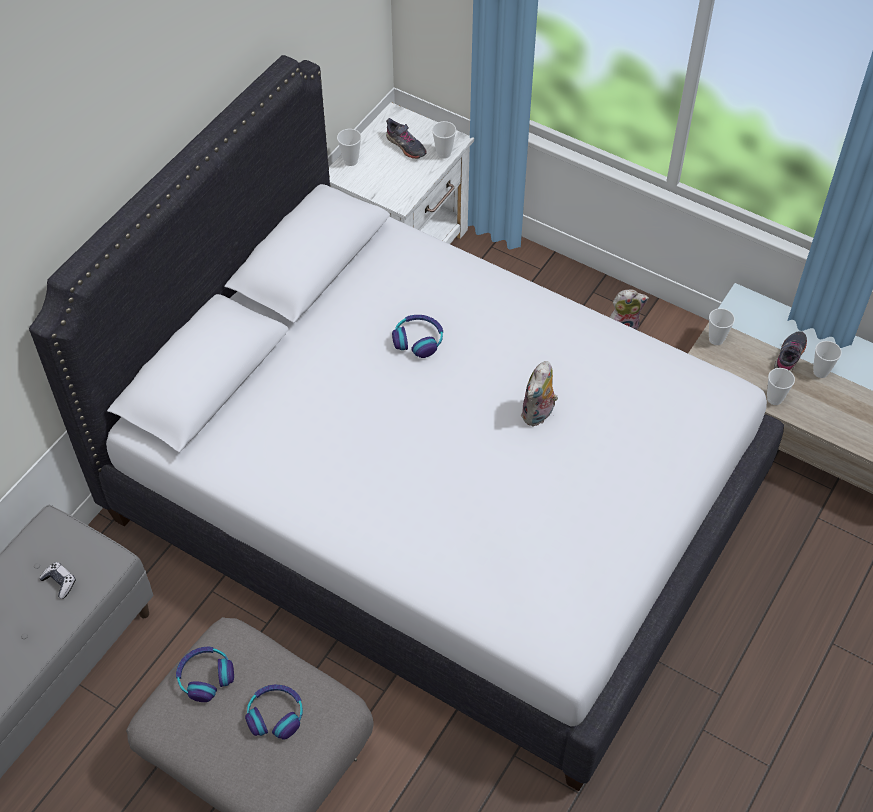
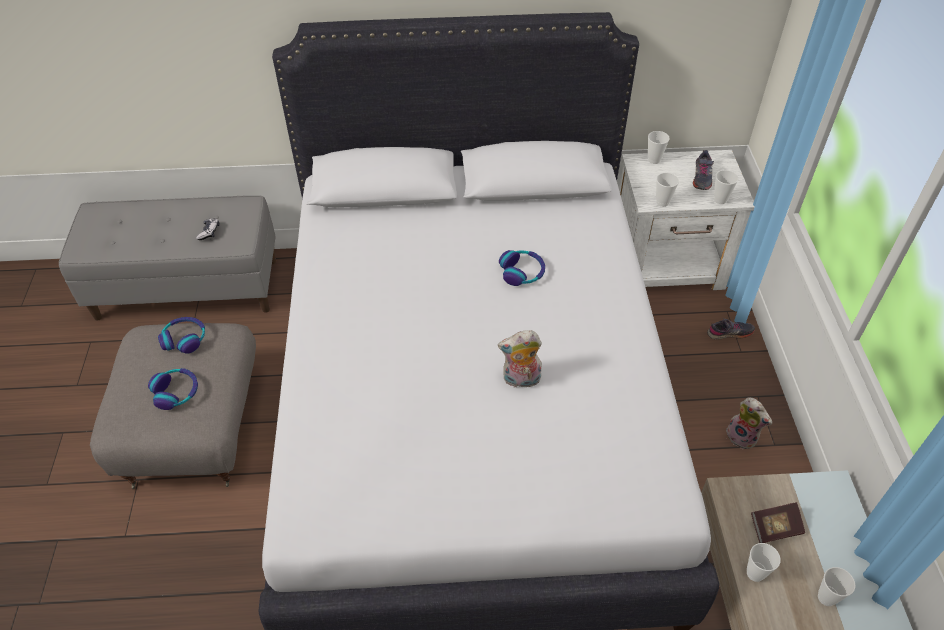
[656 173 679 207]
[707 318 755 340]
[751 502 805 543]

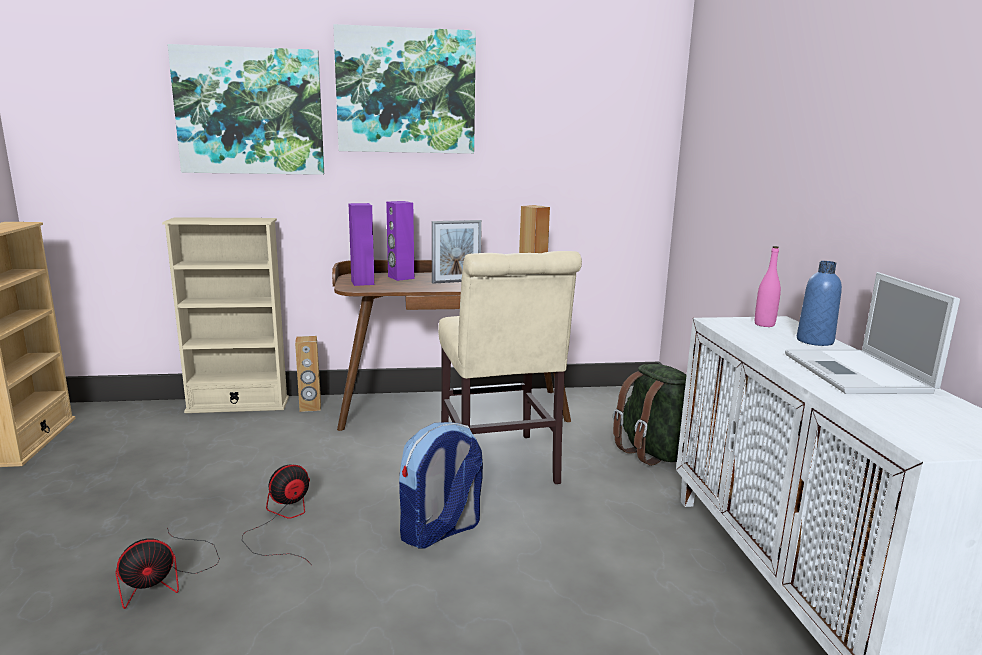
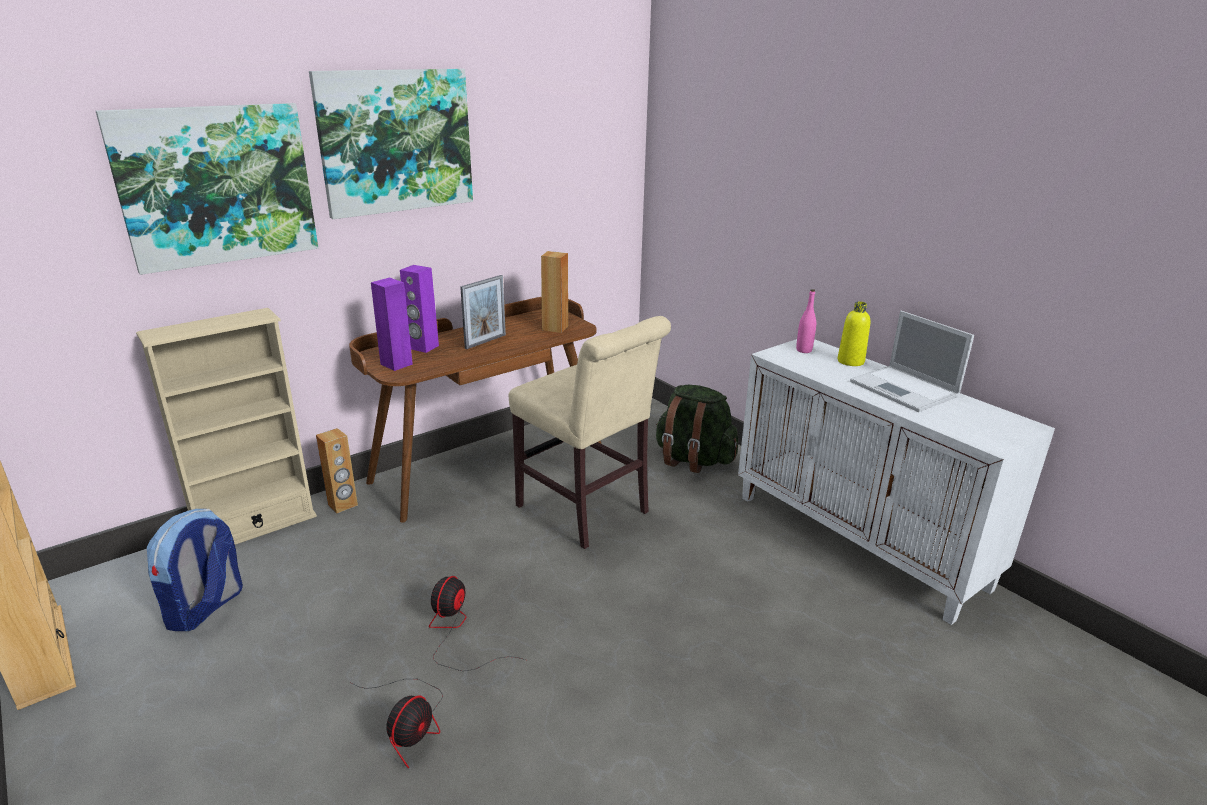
[147 509 243 631]
[838 301 870 366]

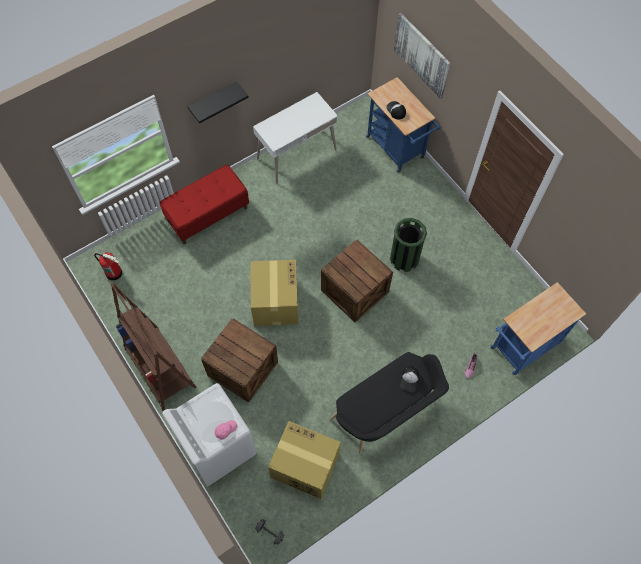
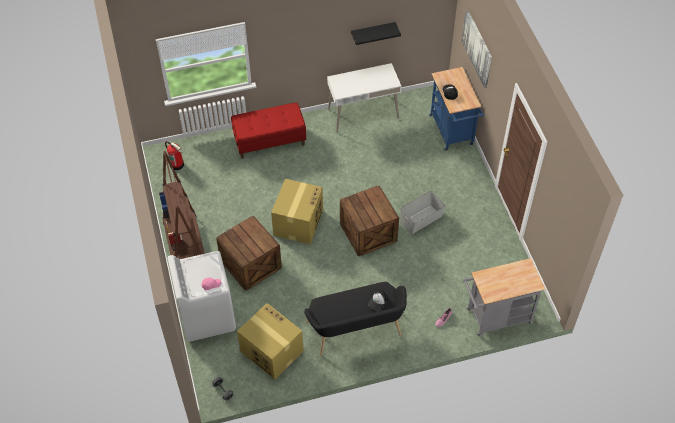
[351 22 401 45]
[400 191 445 234]
[463 258 545 337]

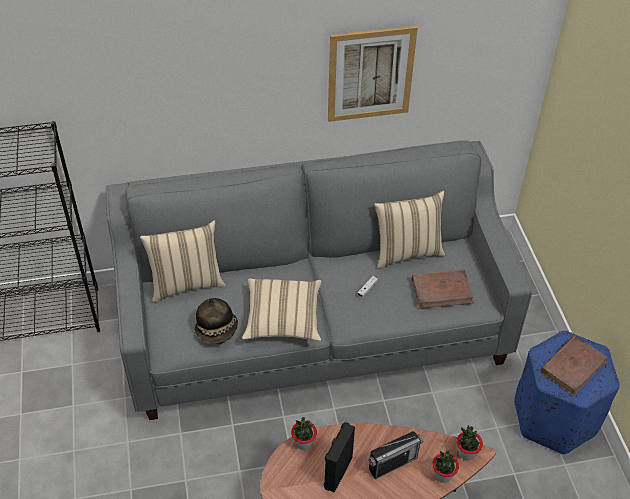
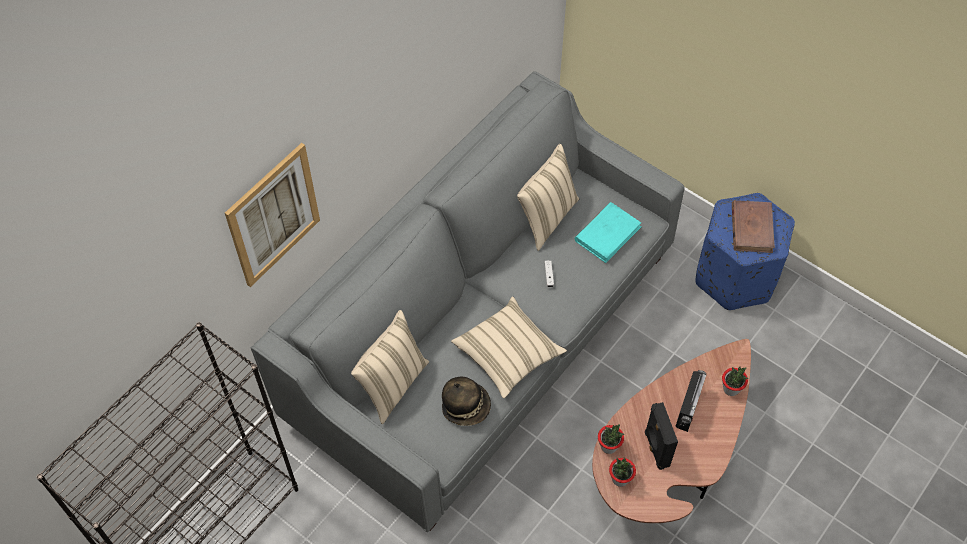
[225 143 320 287]
[575 202 641 263]
[609 457 636 487]

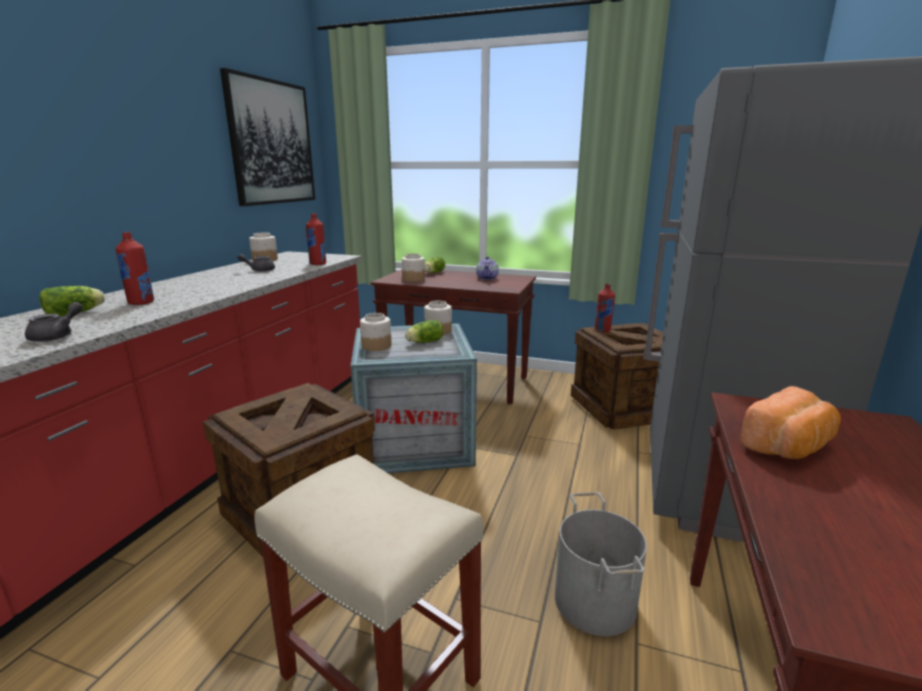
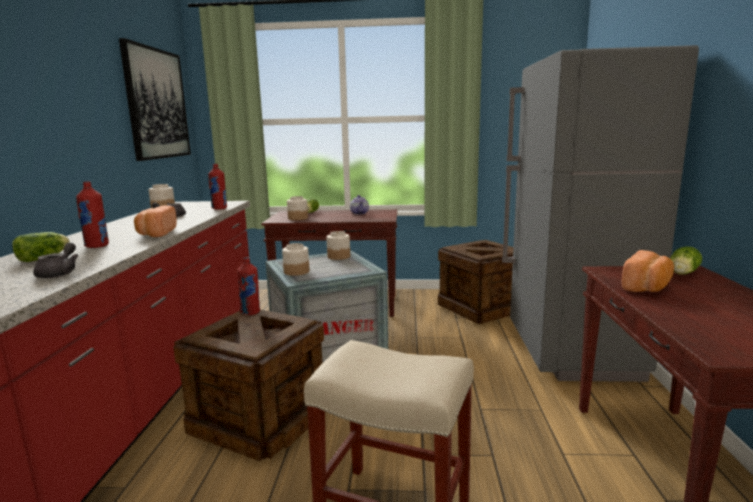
[134 205 177 237]
[237 257 260 315]
[670 246 702 274]
[555 492 647 636] (first image)

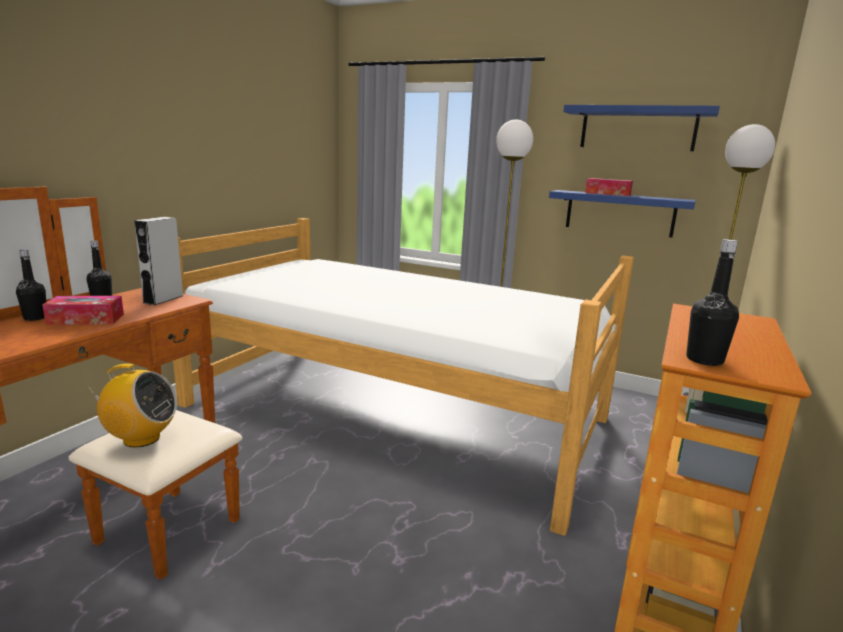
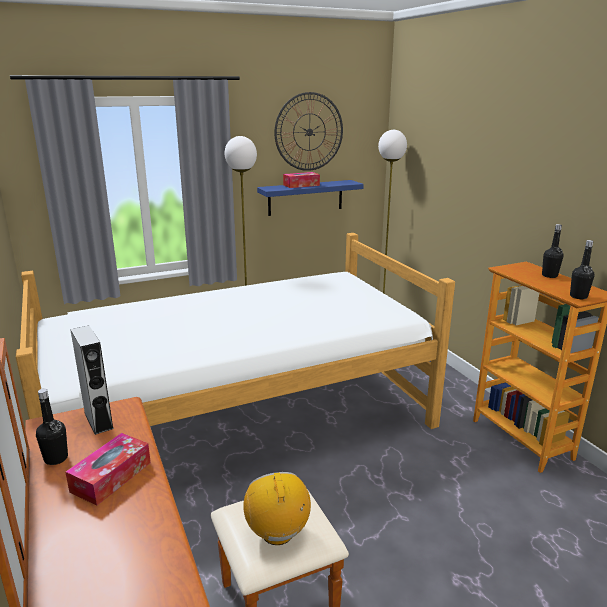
[243 472 311 545]
[274 92 343 171]
[542 224 563 278]

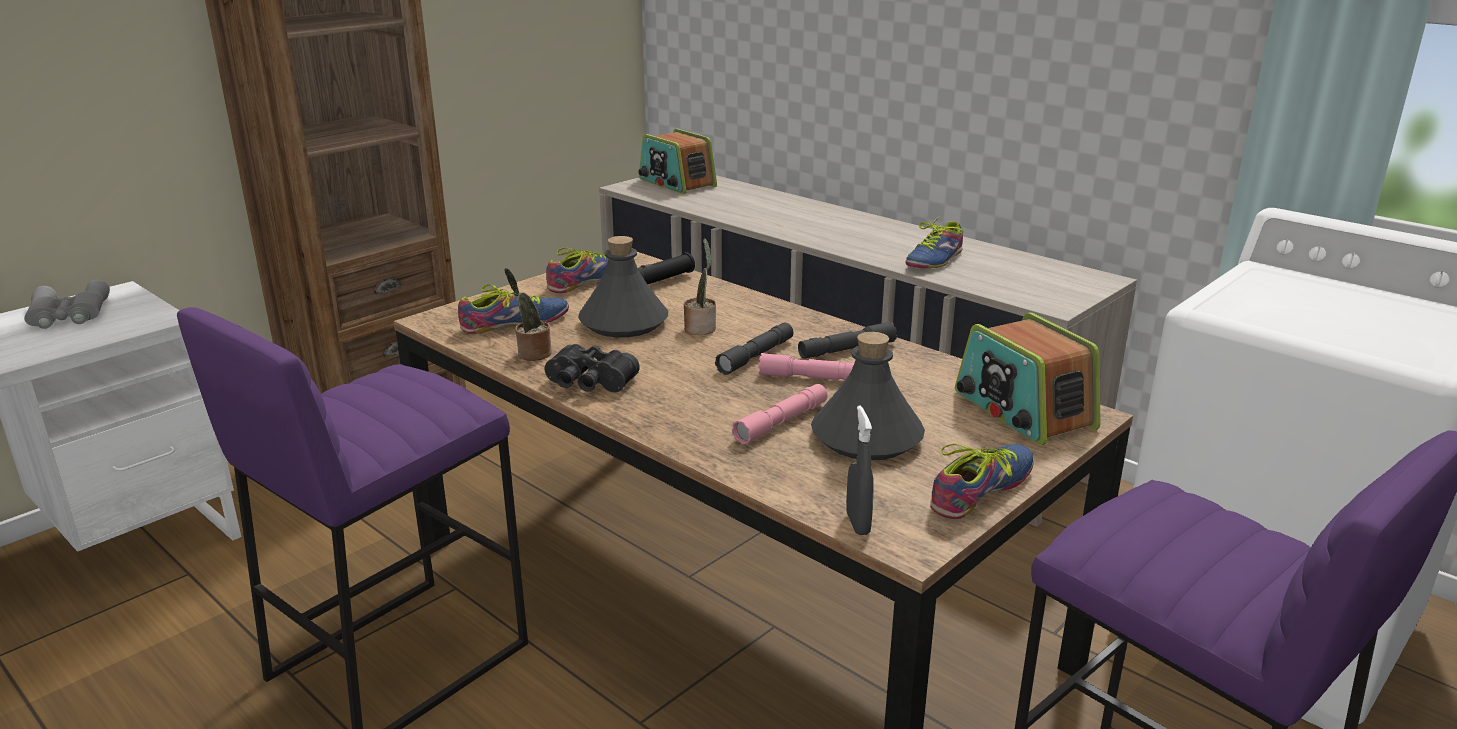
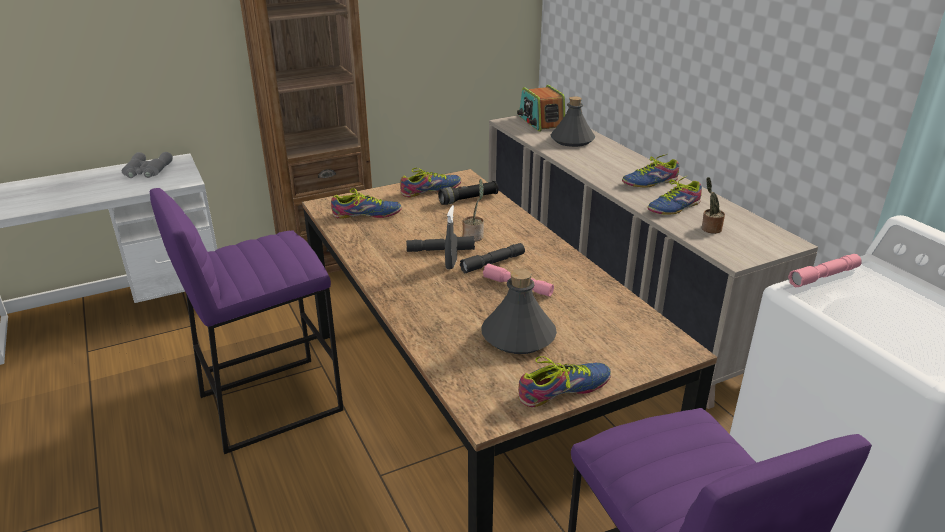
[406 236 475 252]
[445 205 457 270]
[551 96 595 147]
[622 154 679 187]
[701 177 725 234]
[788 254 862 287]
[545 344 640 392] (first image)
[955 312 1101 445] (first image)

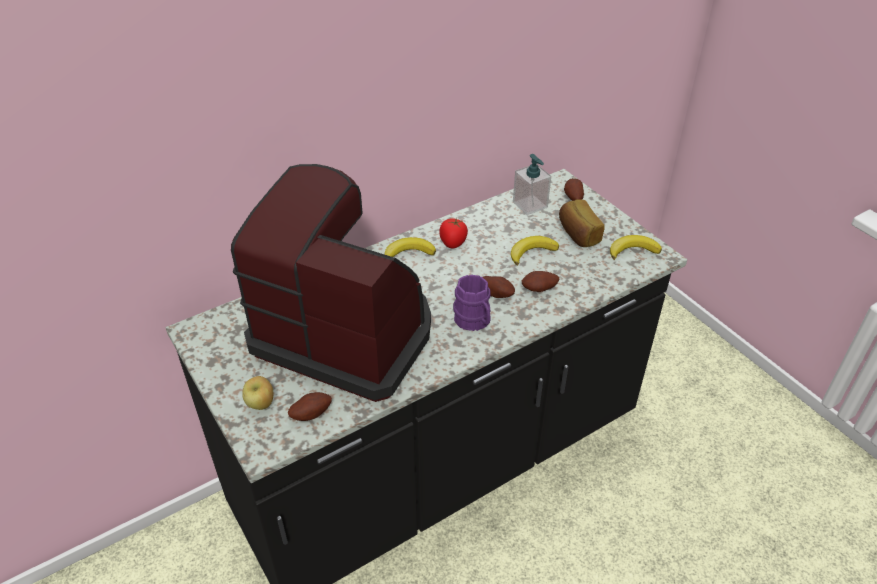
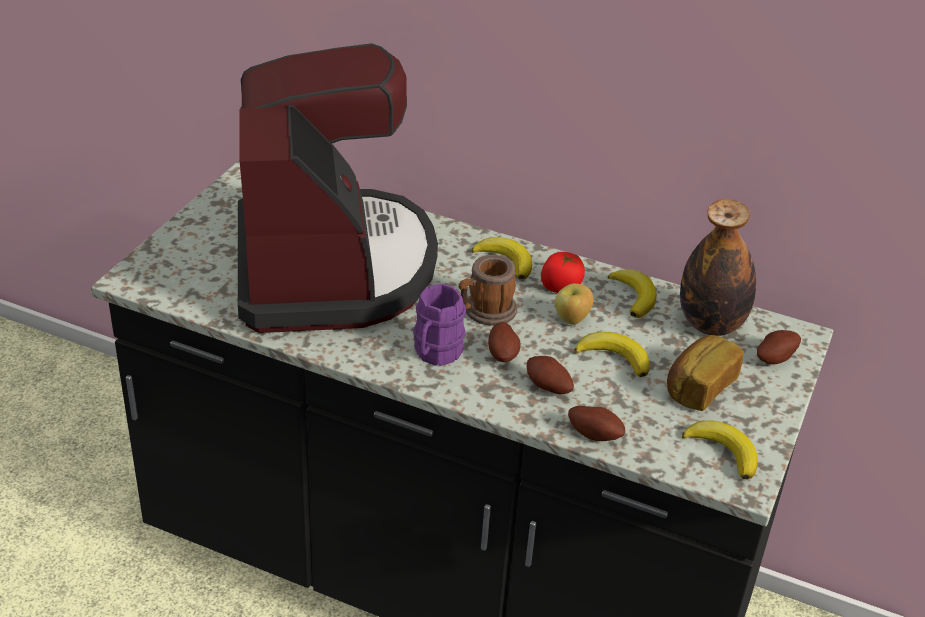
[459 255 517 326]
[555 283 593 325]
[568 406 625 441]
[608 269 657 318]
[680 199 756 336]

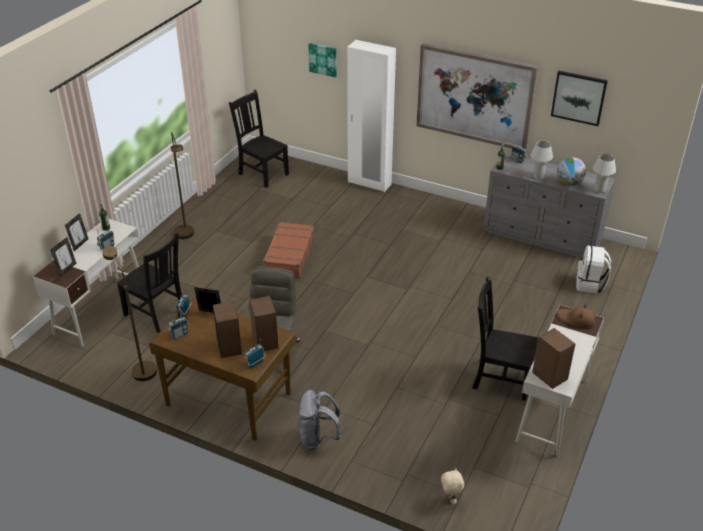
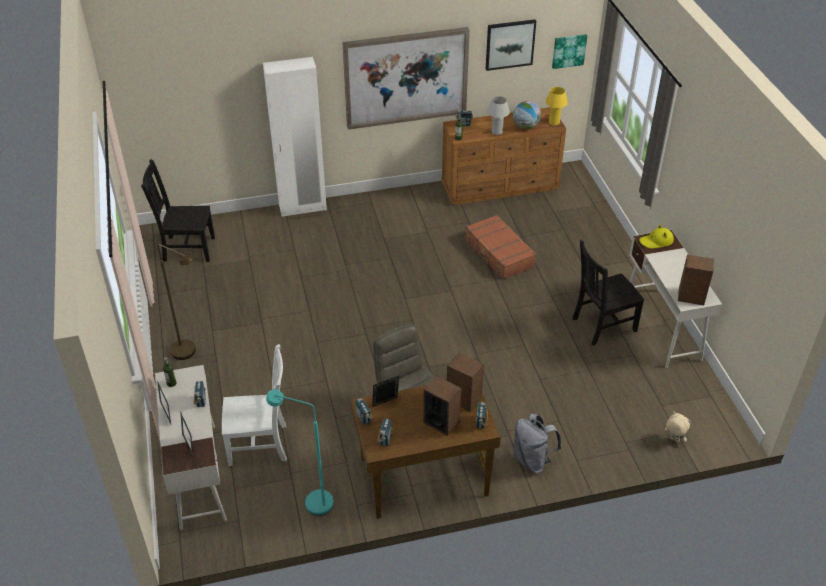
[222 344 287 466]
[266 389 334 516]
[442 107 566 205]
[465 215 536 280]
[545 87 568 125]
[552 34 587 69]
[639 225 674 249]
[576 245 611 294] (first image)

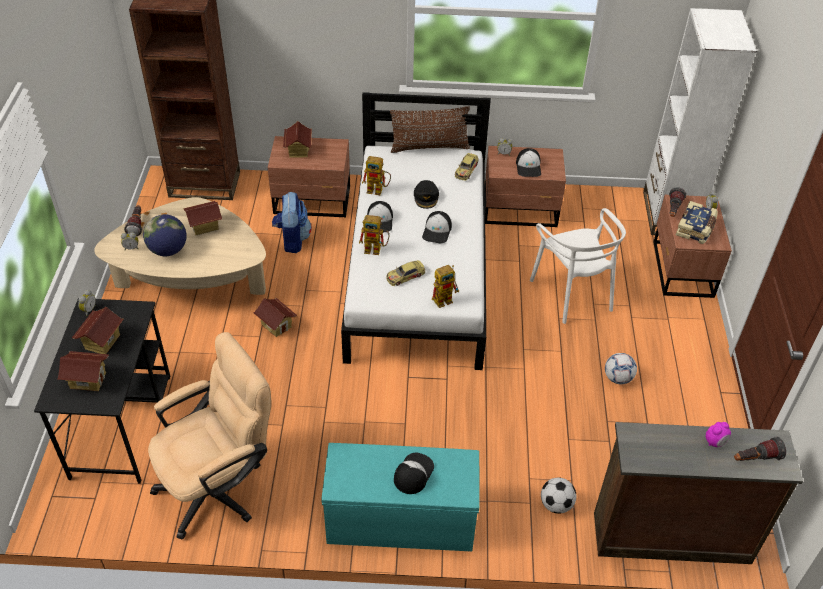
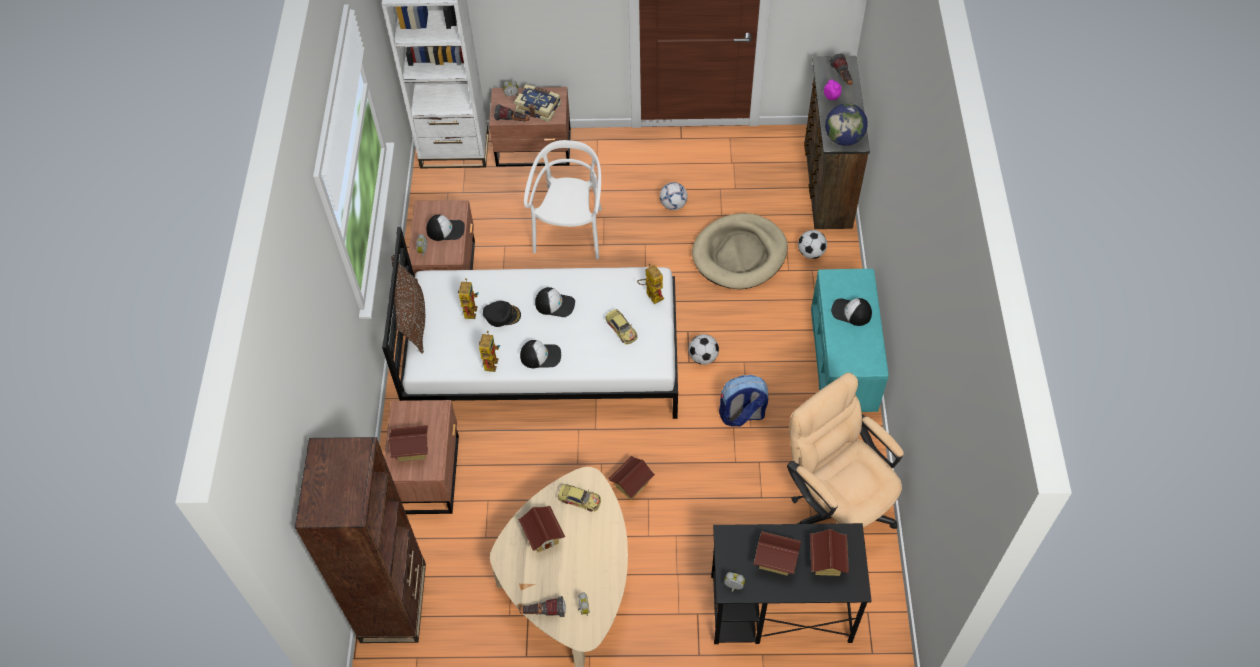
[458 278 479 319]
[524 140 602 260]
[558 484 601 512]
[689 334 719 365]
[692 213 788 289]
[719 375 768 427]
[825 103 868 146]

